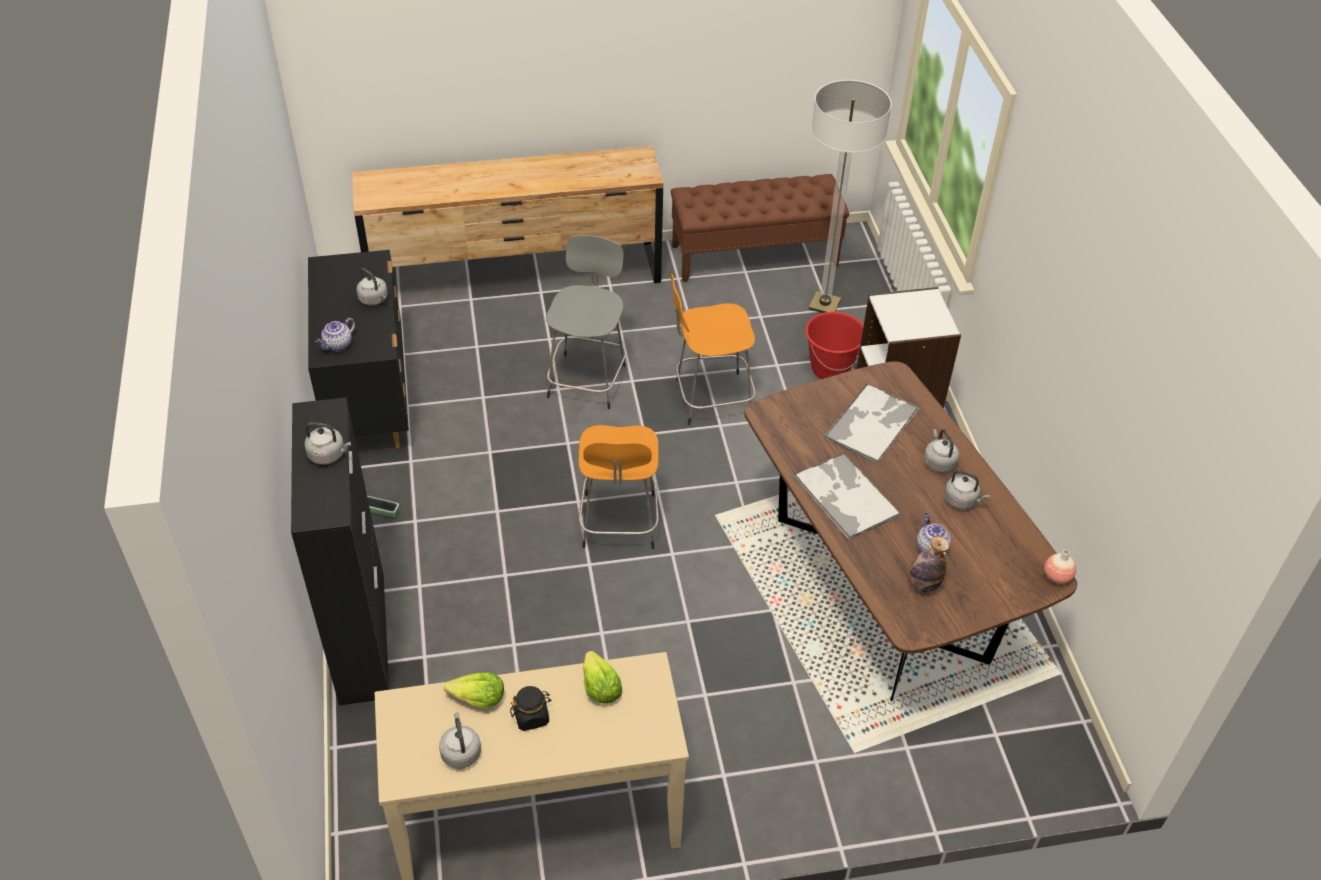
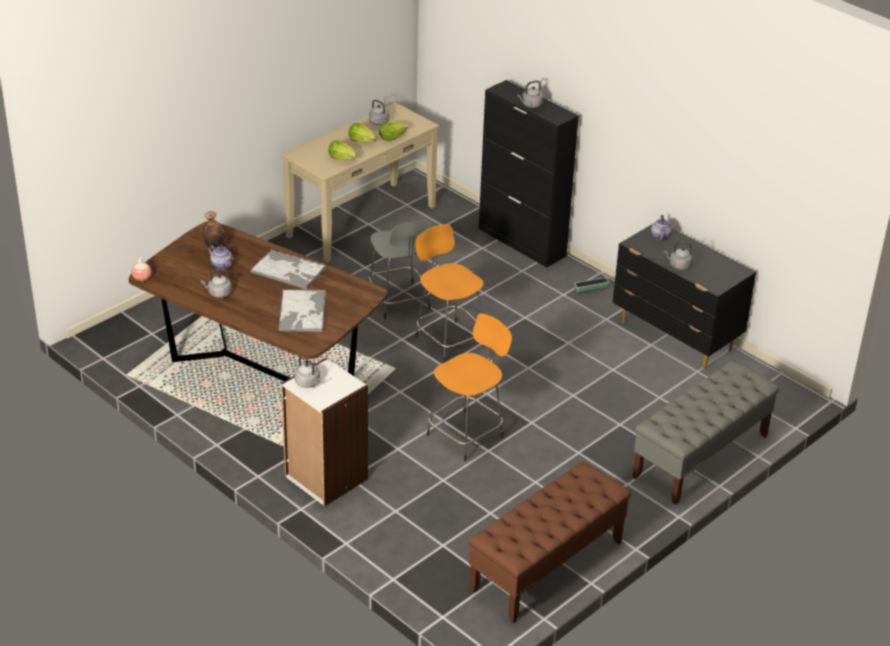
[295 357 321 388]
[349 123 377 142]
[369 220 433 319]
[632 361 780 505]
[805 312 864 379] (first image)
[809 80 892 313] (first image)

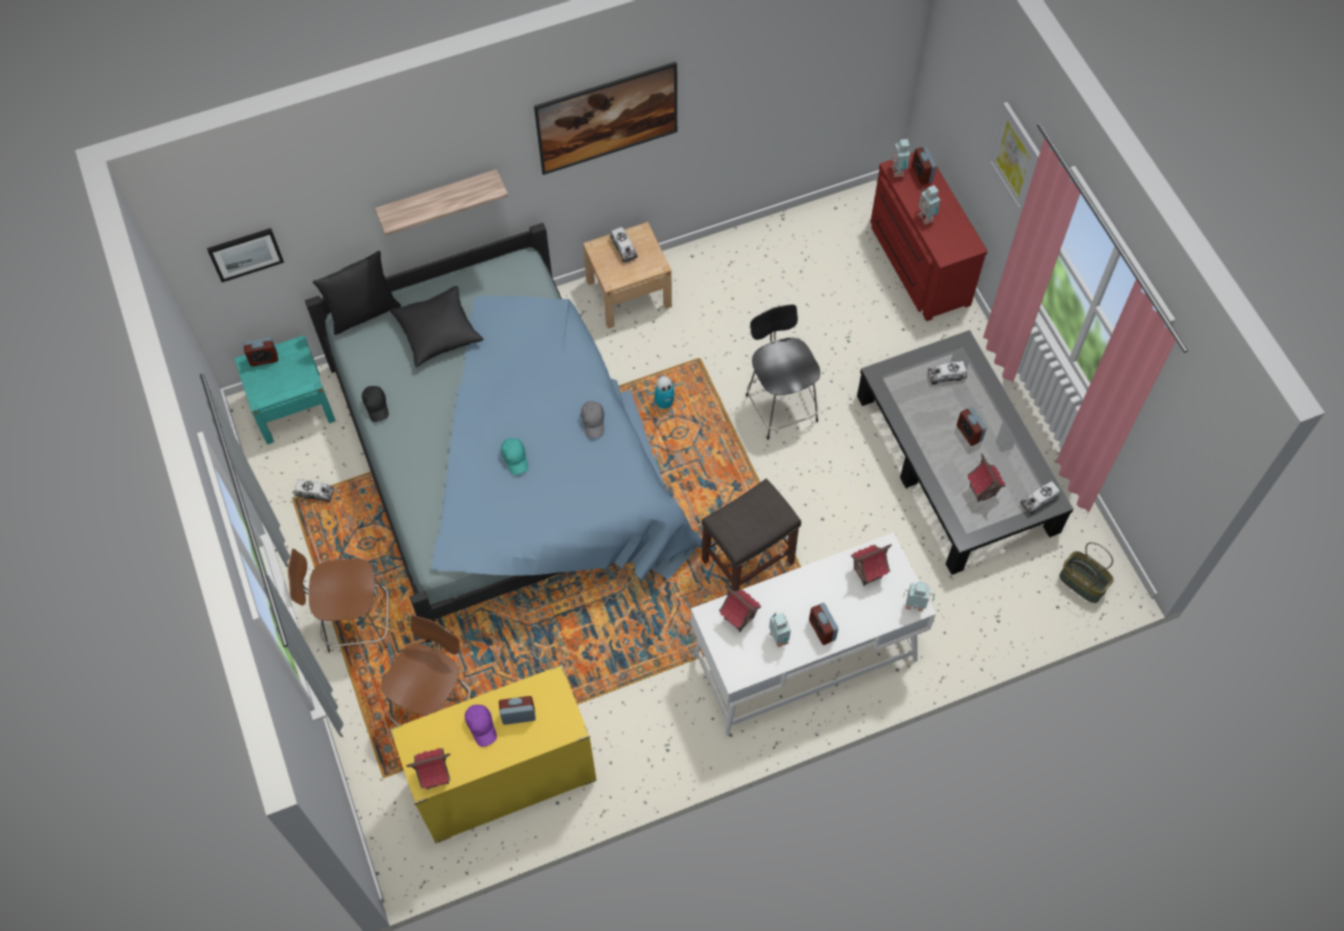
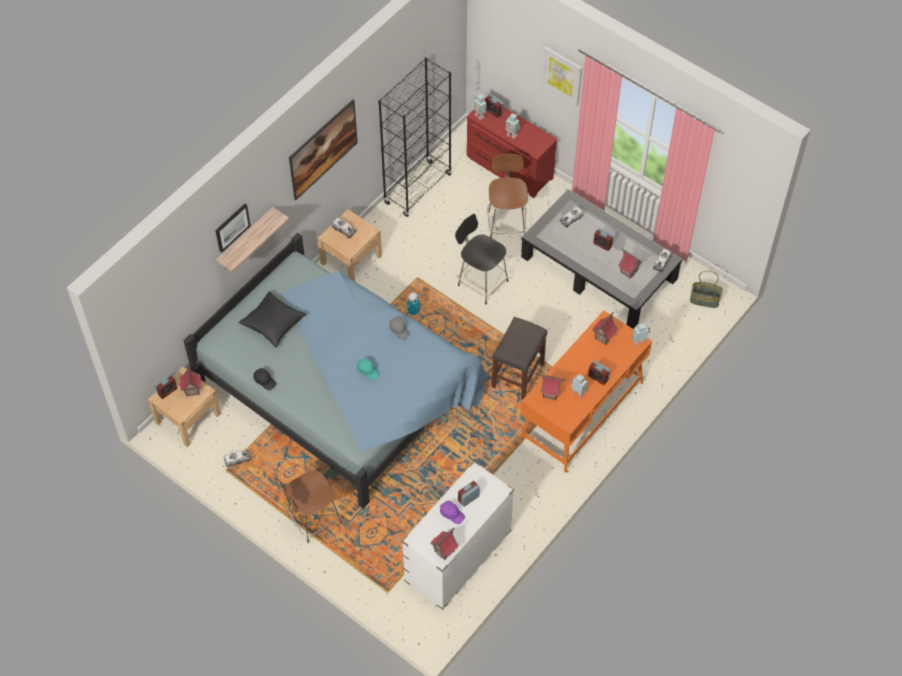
[148 366 221 447]
[180 364 202 397]
[215 204 251 252]
[378 57 452 217]
[402 461 514 610]
[487 154 528 238]
[520 310 652 473]
[313 251 401 335] (first image)

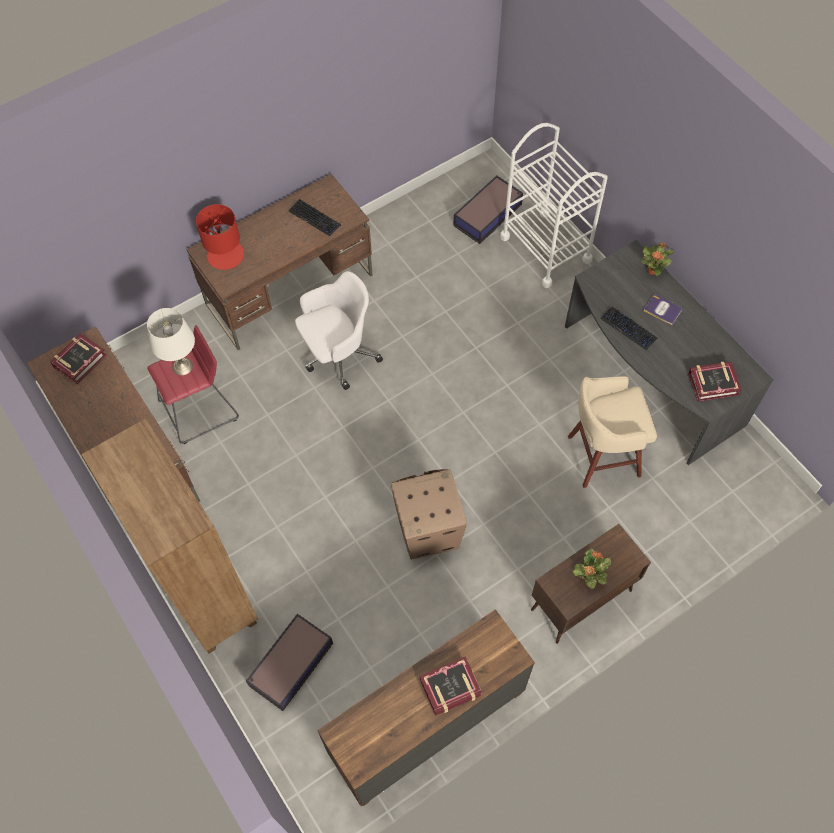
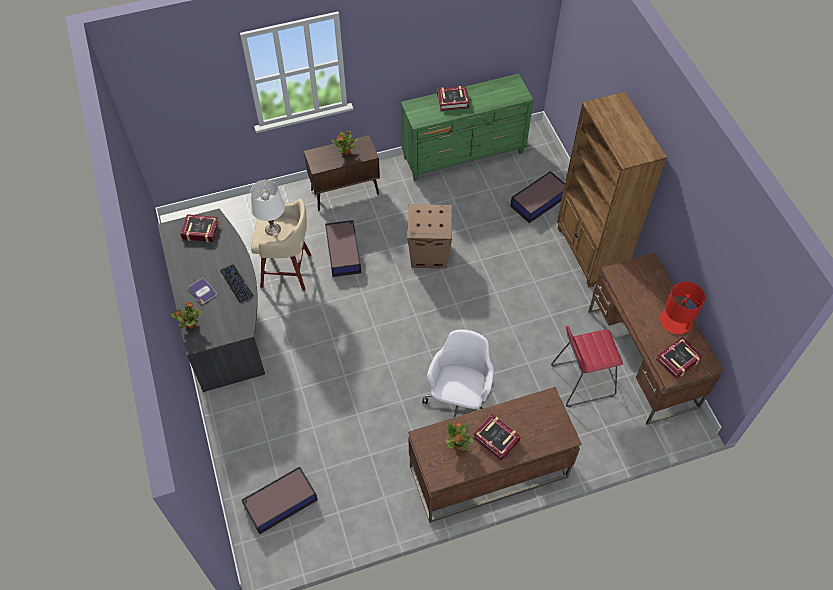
[250 180 285 236]
[325 220 361 277]
[401 74 533 181]
[422 330 494 418]
[445 422 474 451]
[473 414 521 461]
[660 281 705 335]
[500 123 608 288] (first image)

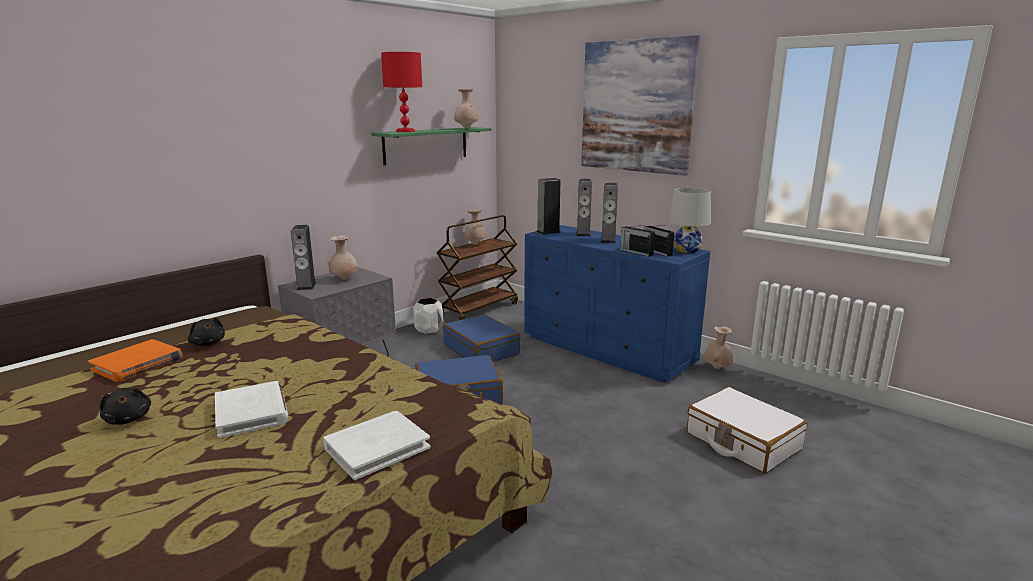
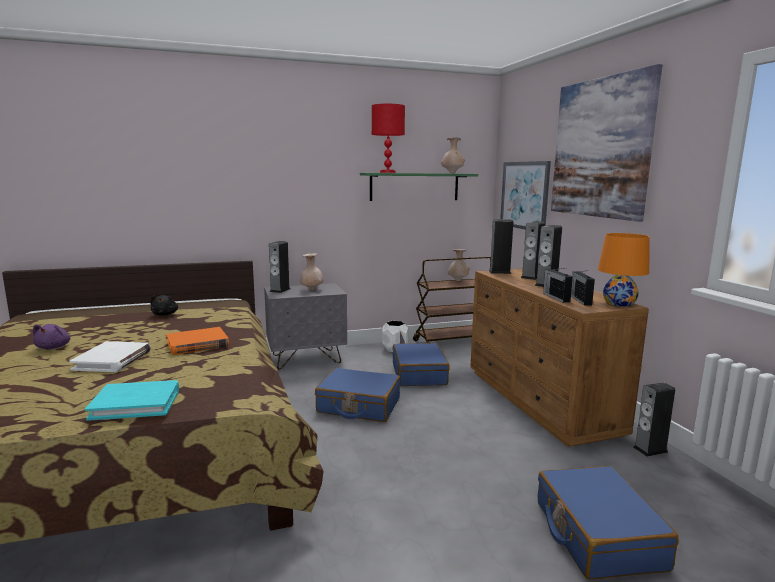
[33 324 70 349]
[85 380 179 421]
[166 327 229 355]
[470 269 649 447]
[500 161 551 230]
[538 466 679 580]
[598 233 649 307]
[633 382 675 457]

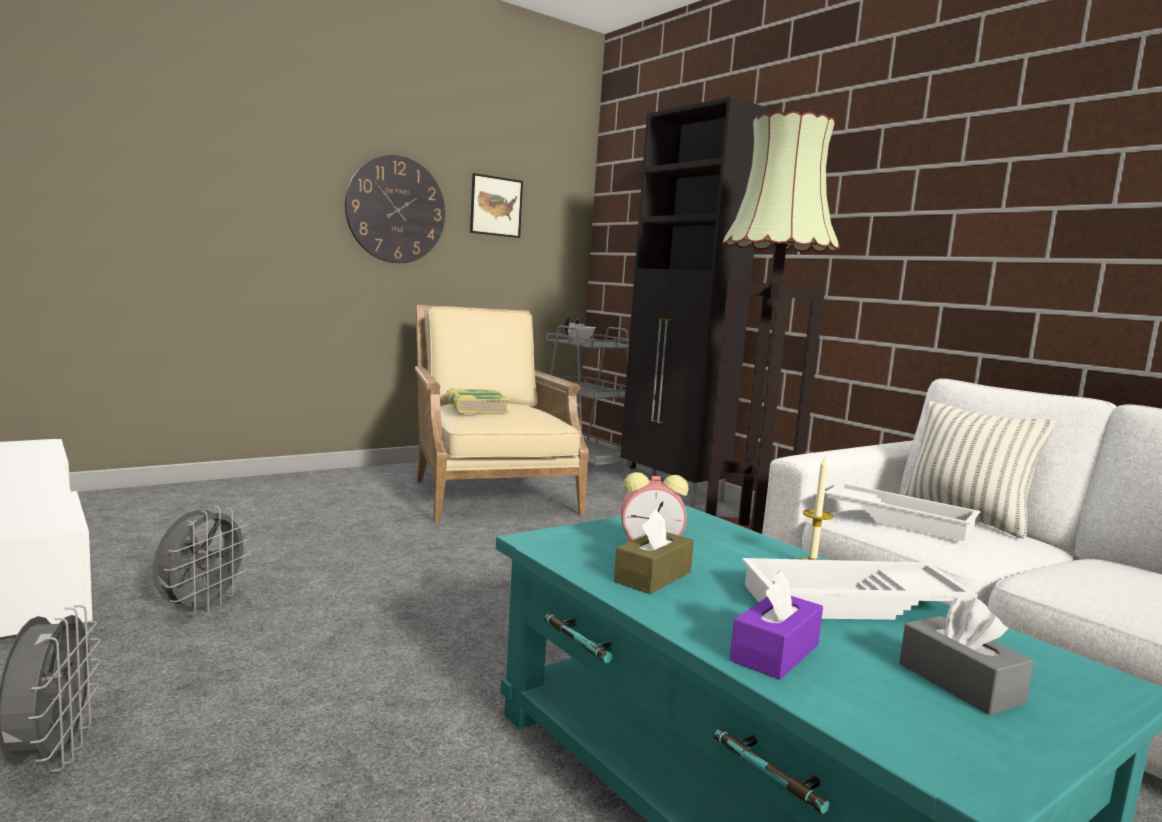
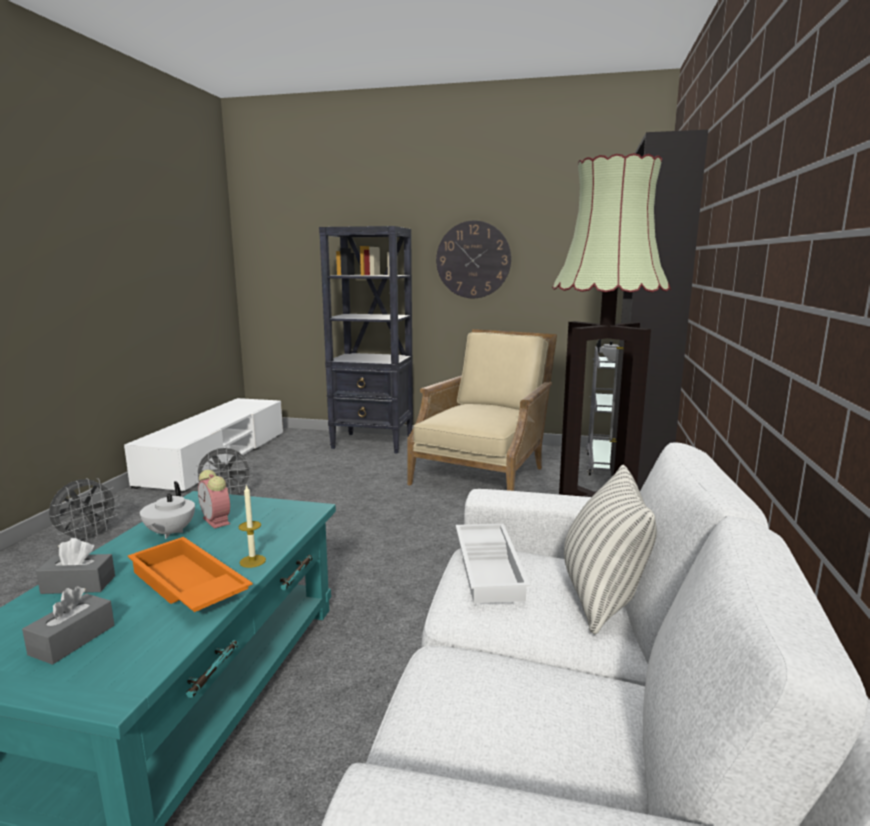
[36 538 115 594]
[128 537 253 612]
[140 482 195 539]
[319 226 413 454]
[446 388 510 413] (first image)
[470 173 523 238] (first image)

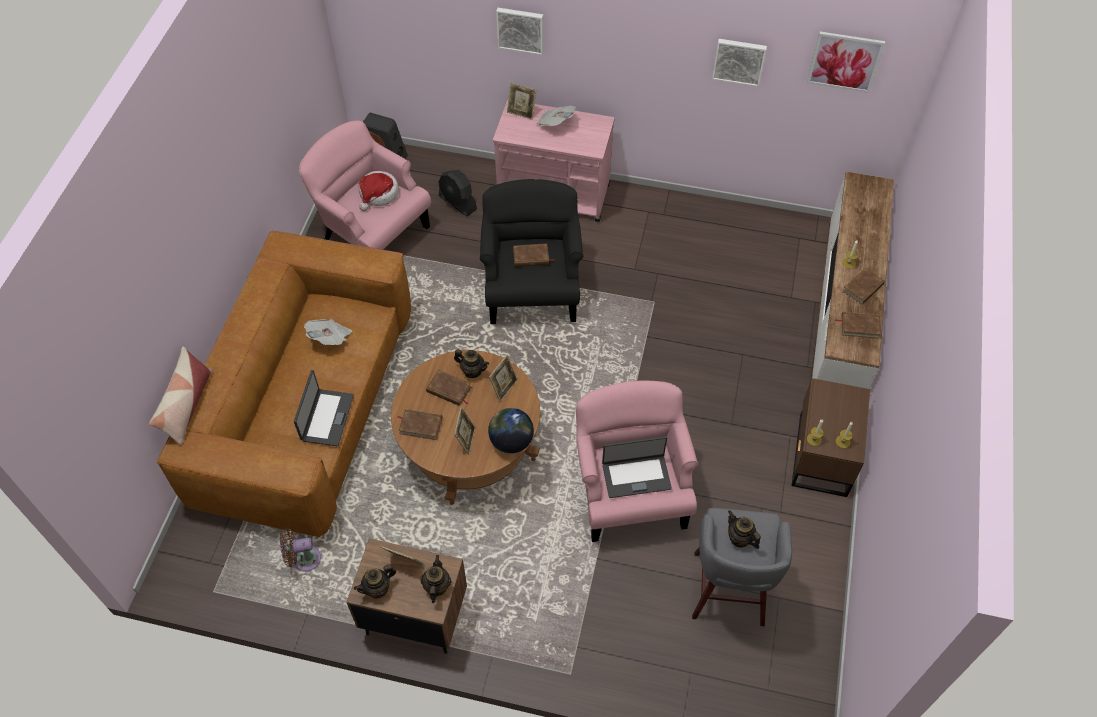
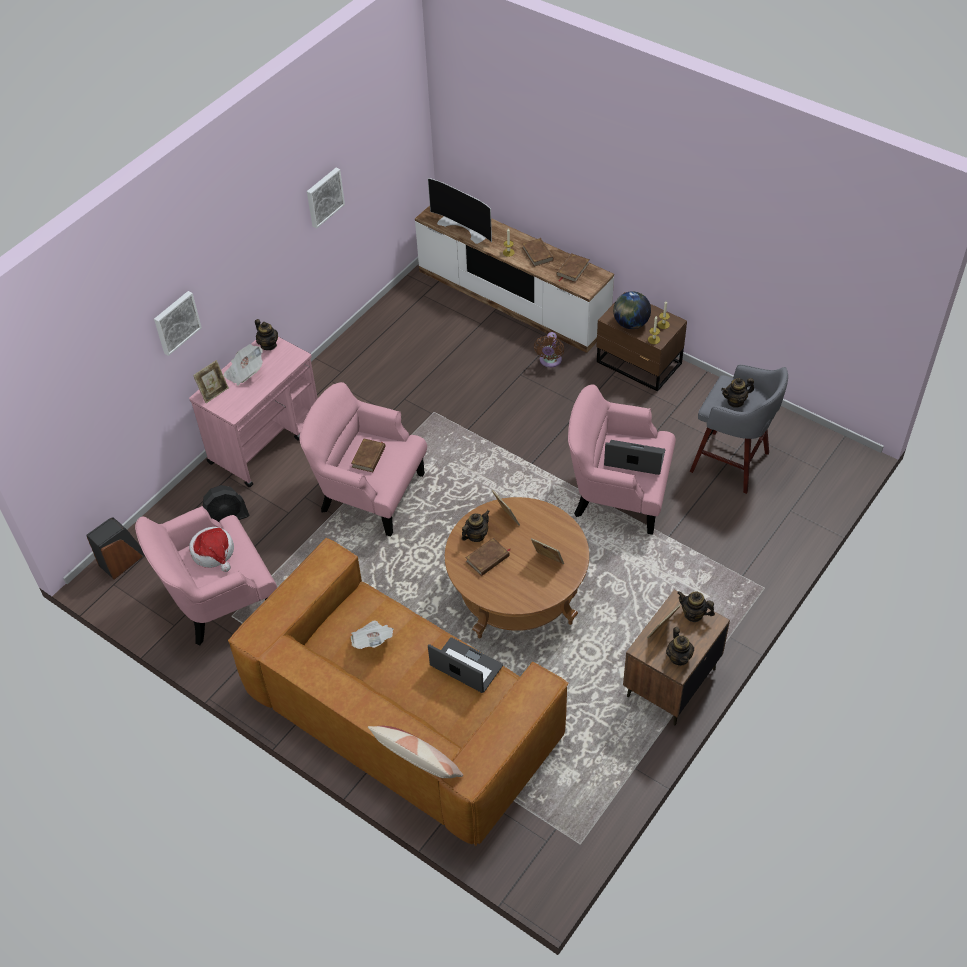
[255 319 278 350]
[299 382 427 537]
[428 178 492 244]
[534 332 564 367]
[604 440 665 475]
[613 291 651 329]
[397 409 442 440] (first image)
[807 32 885 93] (first image)

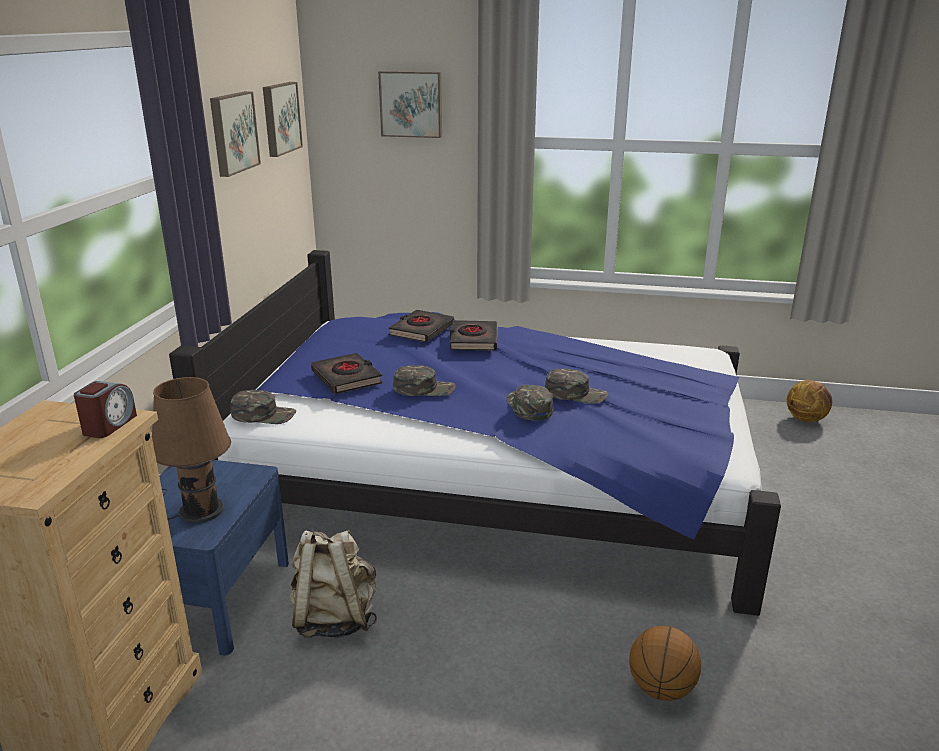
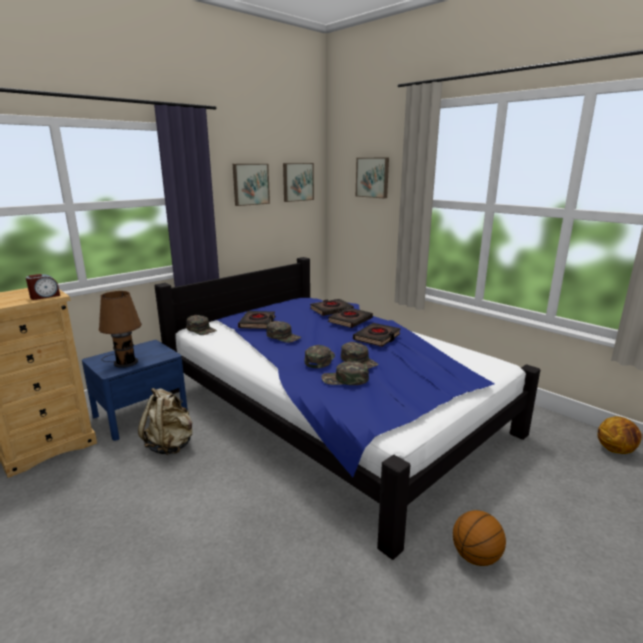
[321 361 369 385]
[353 323 401 347]
[453 510 506 566]

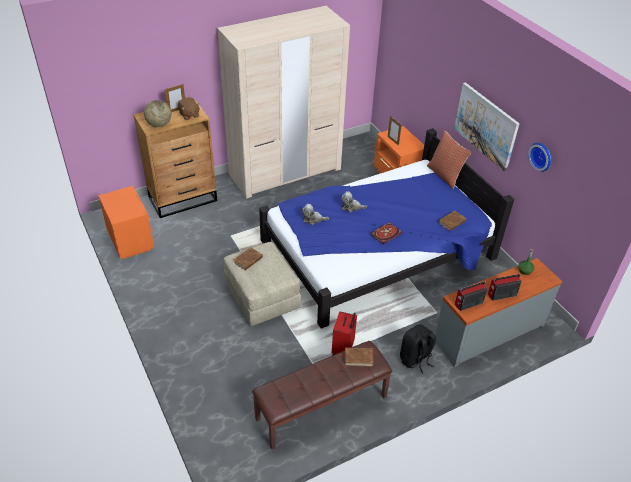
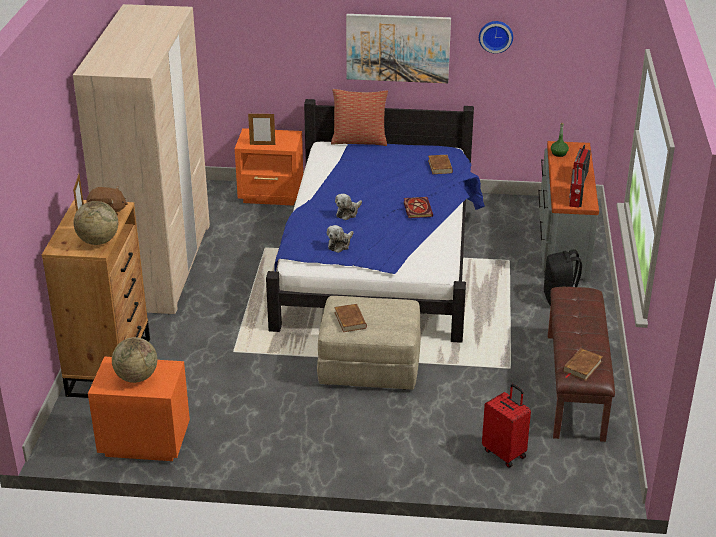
[112 337 157 383]
[482 384 531 468]
[563 348 603 381]

